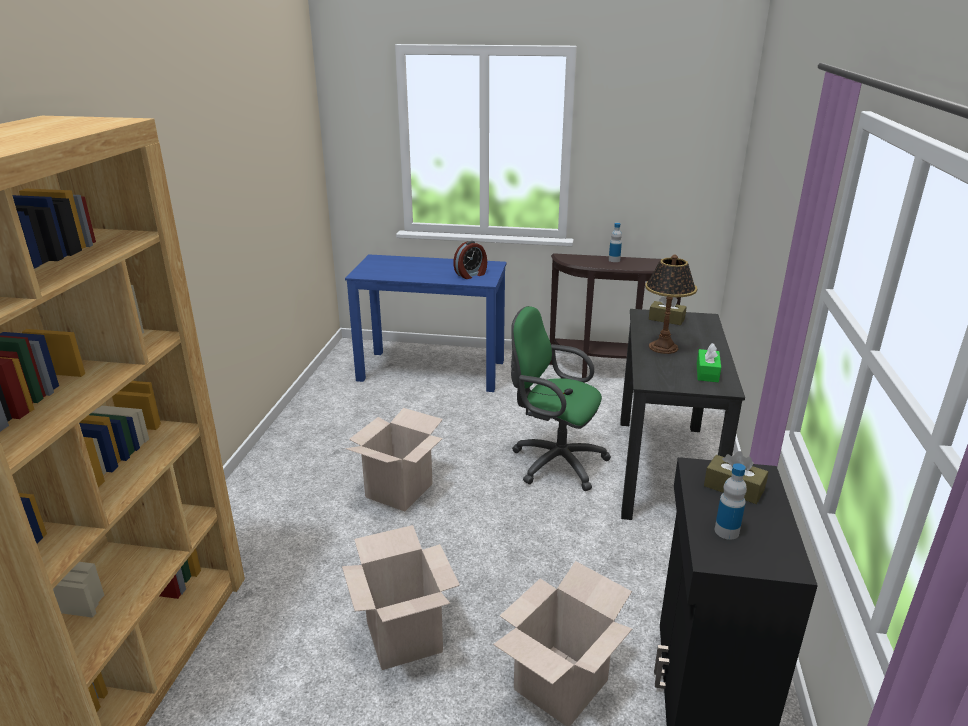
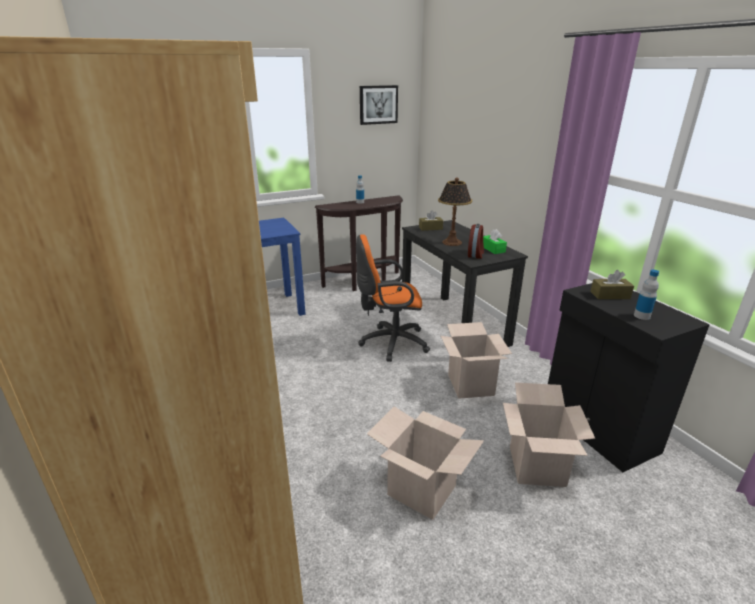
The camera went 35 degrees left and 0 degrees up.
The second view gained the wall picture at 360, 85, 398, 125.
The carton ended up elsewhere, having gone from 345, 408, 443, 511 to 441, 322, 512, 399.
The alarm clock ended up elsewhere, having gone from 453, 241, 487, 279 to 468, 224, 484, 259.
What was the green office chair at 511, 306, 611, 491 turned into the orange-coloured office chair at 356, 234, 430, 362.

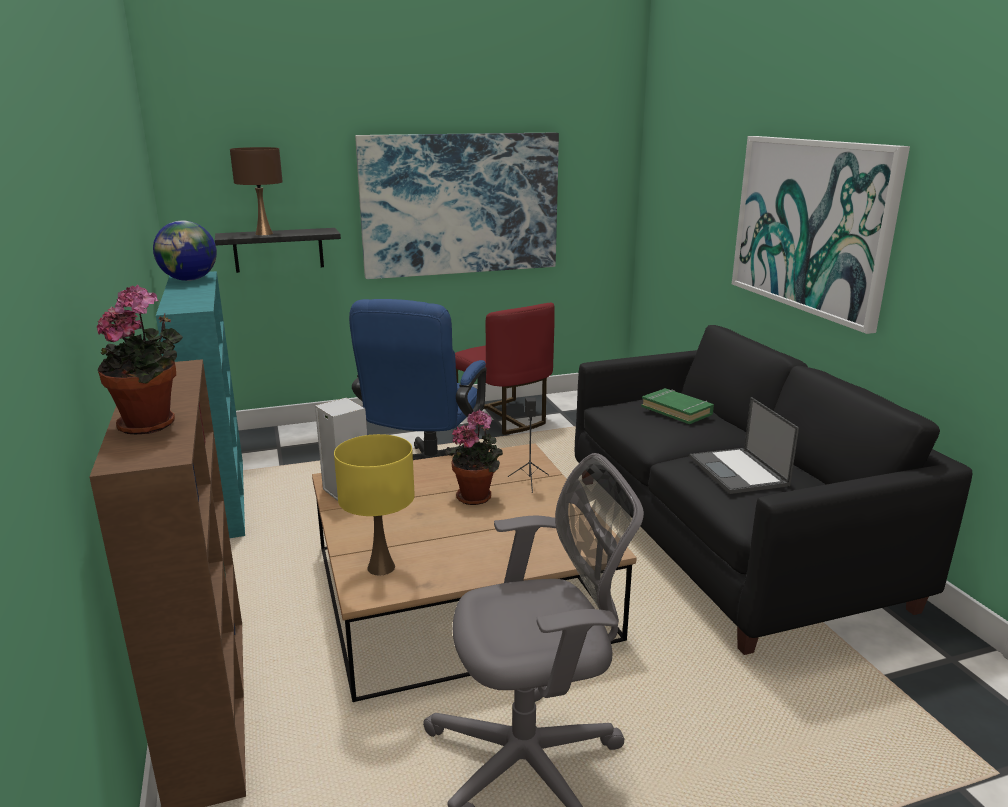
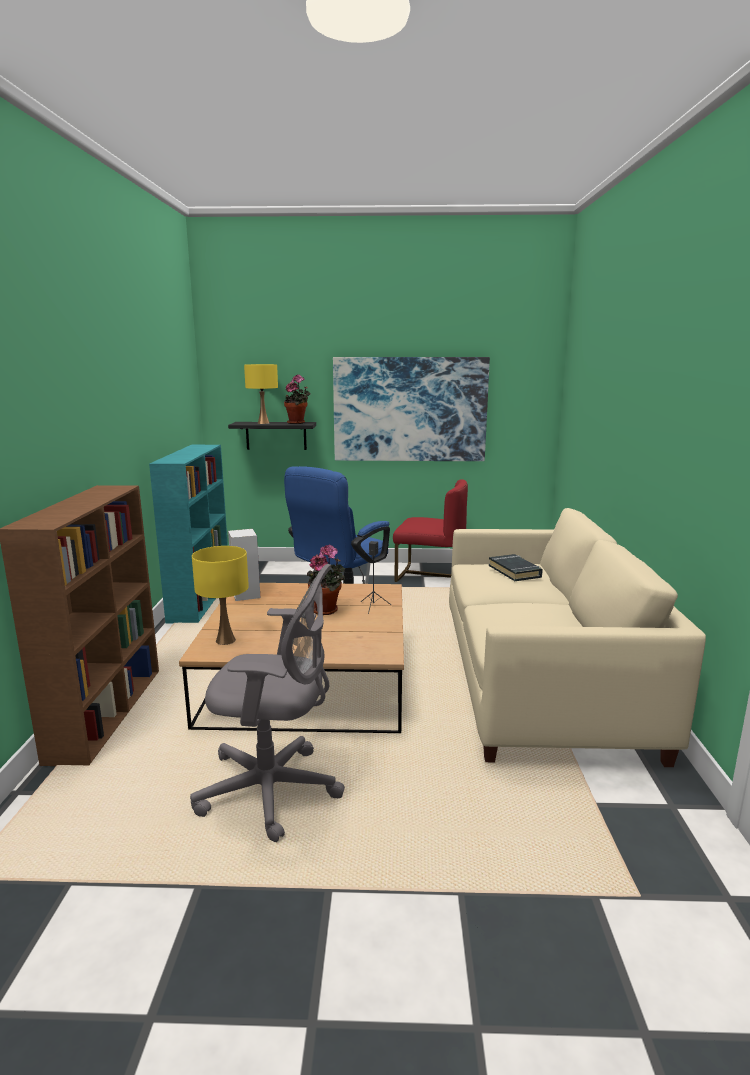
The camera went 20 degrees right and 5 degrees down.
The second view lost the world globe at 153, 221, 217, 281.
The second view lost the notebook computer at 689, 397, 799, 494.
The second view lost the wall picture at 732, 136, 910, 334.
The houseplant ended up elsewhere, having gone from 97, 285, 183, 434 to 284, 374, 310, 424.
What was the brown tabletop lamp at 230, 147, 283, 236 turned into the yellowish tabletop lamp at 244, 364, 278, 424.
What was the black sofa at 575, 325, 973, 655 turned into the beige sofa at 449, 508, 706, 767.
What was the green volume at 641, 388, 714, 424 turned into the black volume at 489, 554, 543, 581.
The reddish plain chair at 455, 303, 555, 435 ended up facing another way, 60 degrees counterclockwise from before.

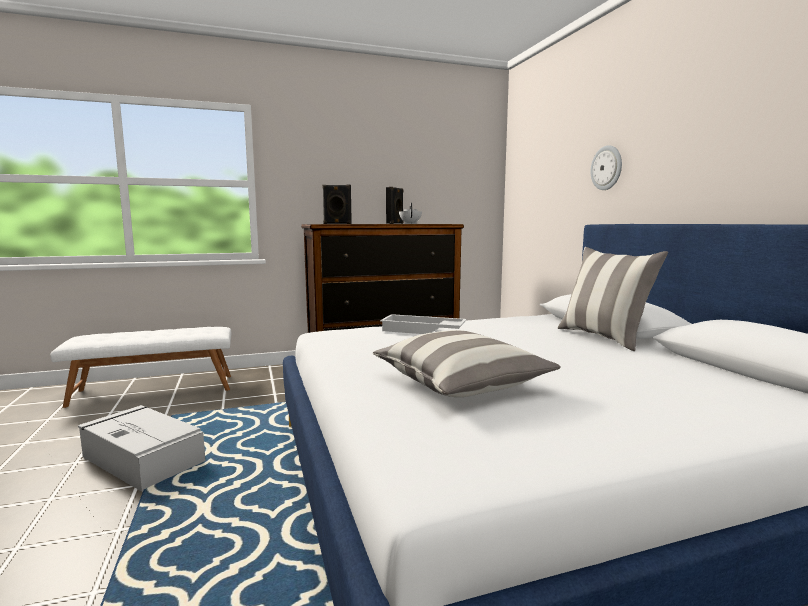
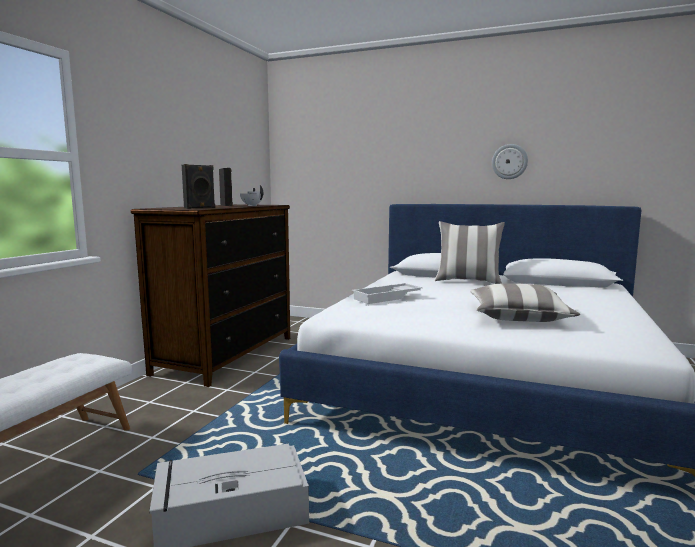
The camera went 50 degrees left and 0 degrees up.
The wall clock ended up elsewhere, having gone from 591, 145, 622, 190 to 492, 144, 528, 179.

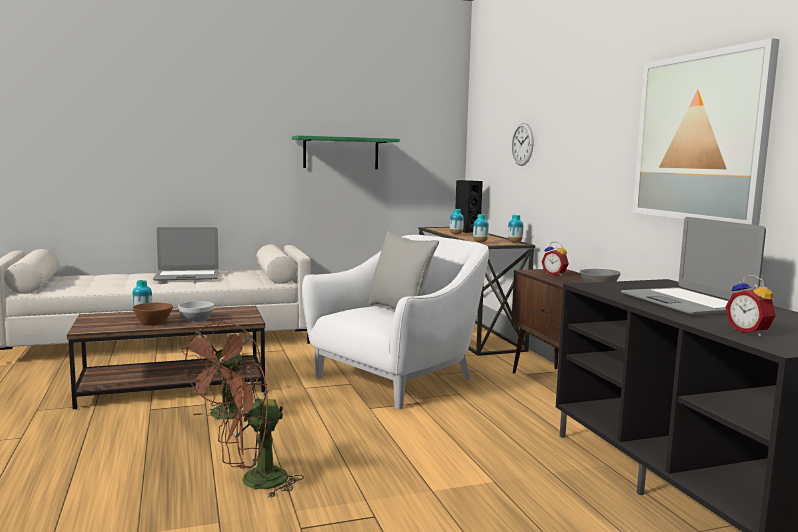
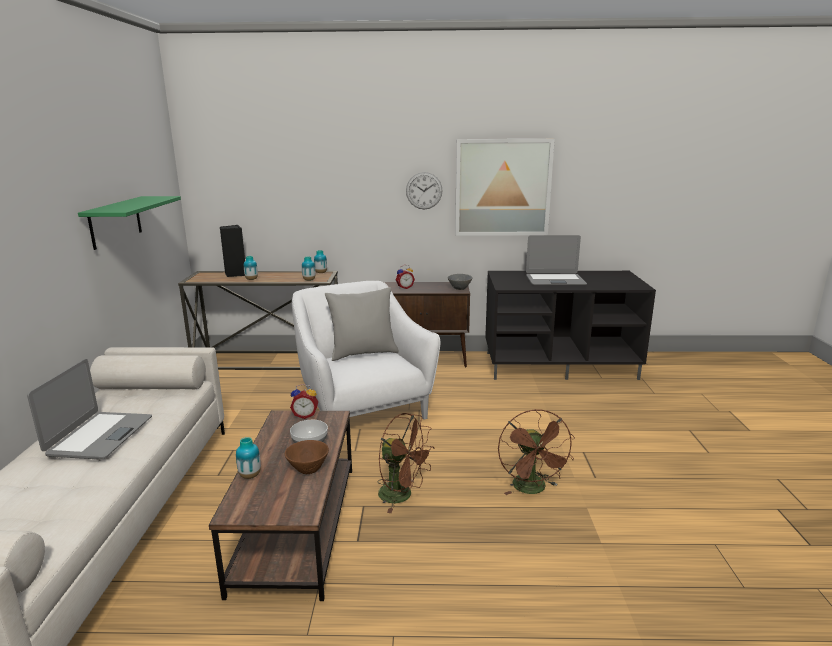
The camera went 70 degrees left and 10 degrees up.
The wall clock ended up elsewhere, having gone from 512, 123, 534, 166 to 406, 172, 442, 209.
The alarm clock ended up elsewhere, having gone from 725, 275, 776, 336 to 290, 384, 318, 419.

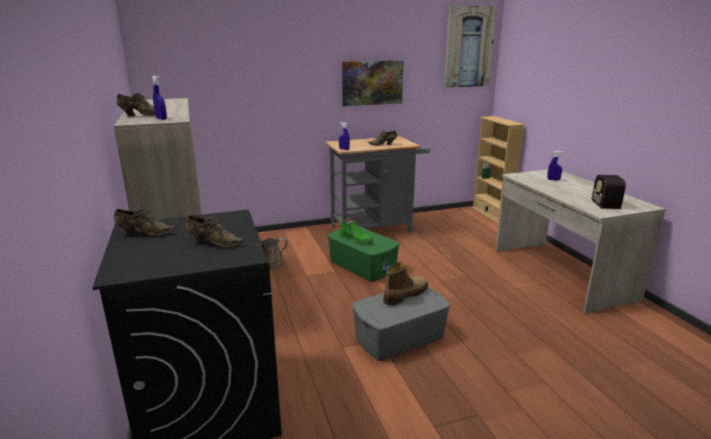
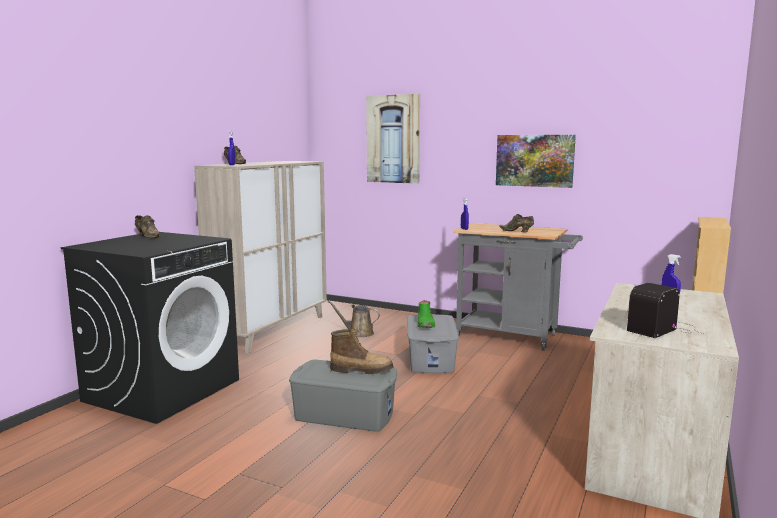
The camera went 45 degrees right and 10 degrees down.
The second view lost the brown shoe at 186, 215, 243, 247.
The wall picture ended up elsewhere, having gone from 444, 5, 497, 88 to 366, 94, 420, 184.
What was the green storage box at 327, 226, 400, 282 turned into the grey storage box at 407, 314, 459, 373.

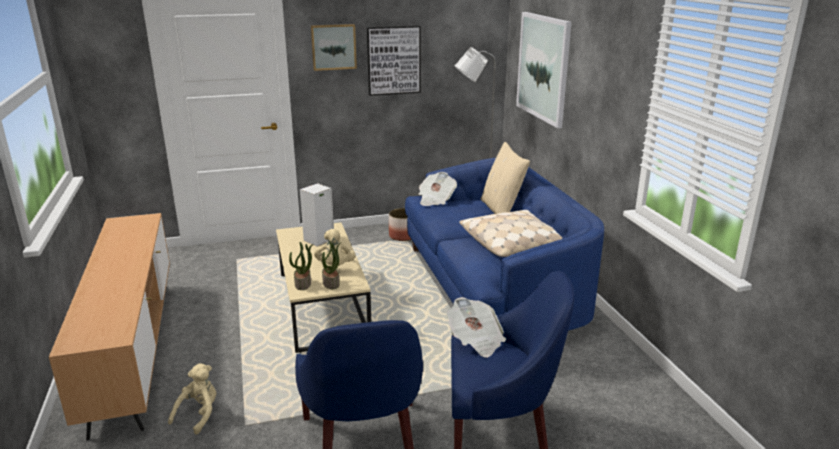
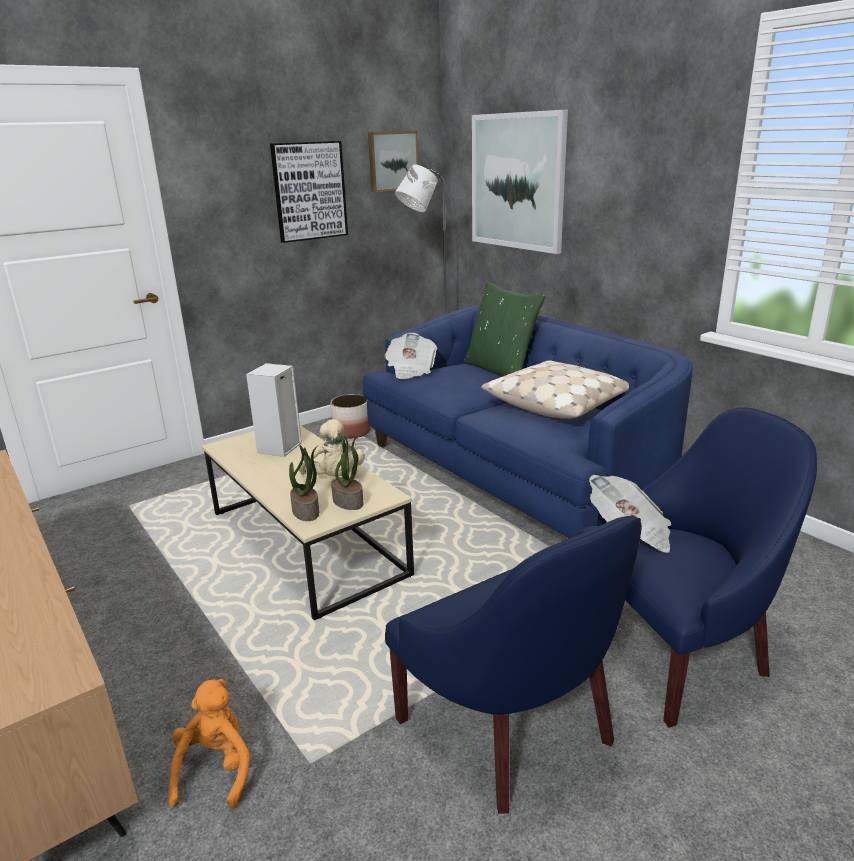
The camera went 20 degrees left and 0 degrees up.
The wall picture ended up elsewhere, having gone from 311, 24, 357, 71 to 368, 131, 419, 192.
What was the beige cuddly toy at 168, 364, 217, 435 turned into the orange-coloured cuddly toy at 168, 679, 250, 809.
What was the beige pillow at 481, 142, 530, 214 turned into the green pillow at 463, 282, 545, 376.

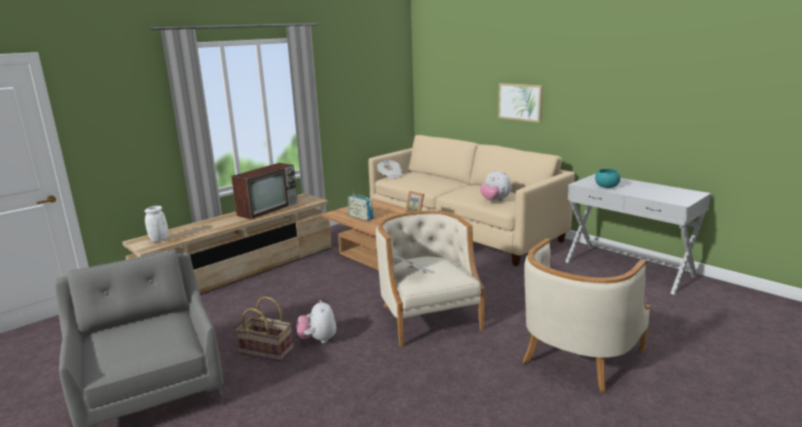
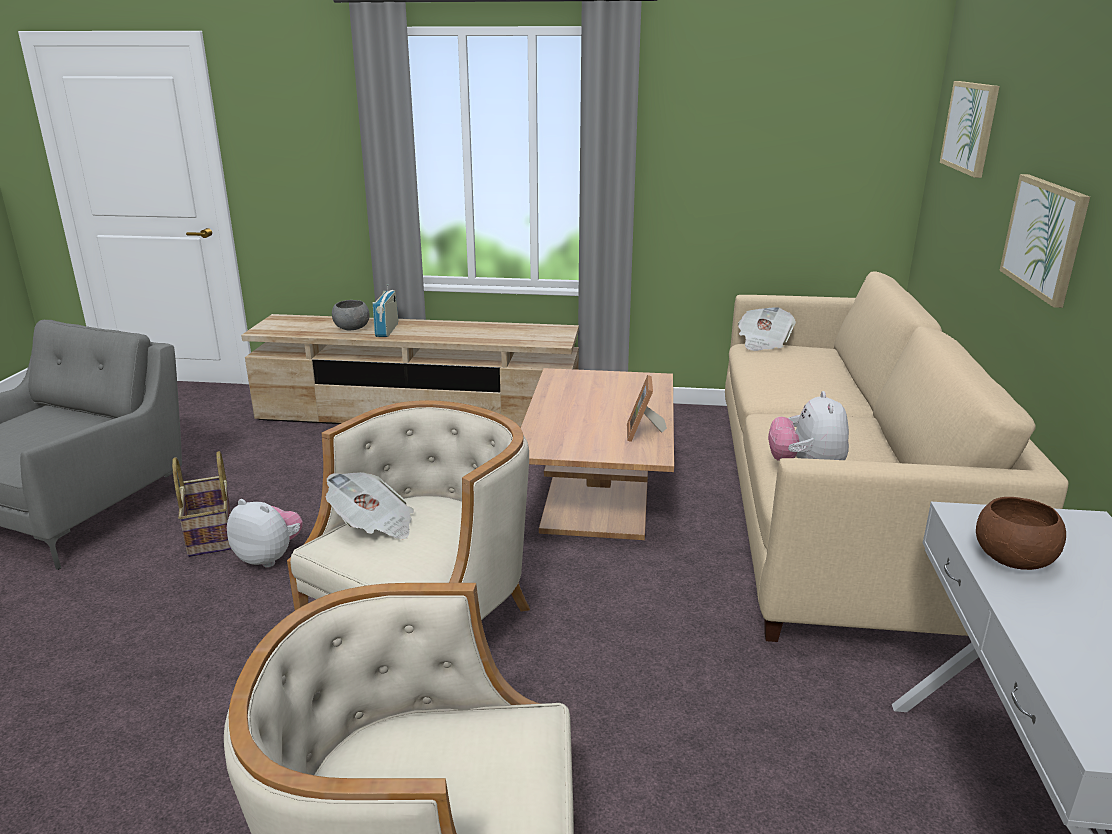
The camera went 50 degrees right and 5 degrees up.
The second view lost the white flower vase at 144, 206, 168, 242.
The second view lost the television at 231, 163, 298, 220.
The second view gained the grey bowl at 332, 300, 370, 330.
The second view gained the wall picture at 940, 81, 1000, 178.
The radio receiver ended up elsewhere, having gone from 348, 192, 374, 221 to 372, 284, 398, 337.
What was the turquoise-coloured bowl at 595, 169, 621, 188 turned into the brown bowl at 976, 497, 1066, 570.
The cuddly toy at 296, 300, 336, 343 ended up facing another way, 75 degrees clockwise from before.

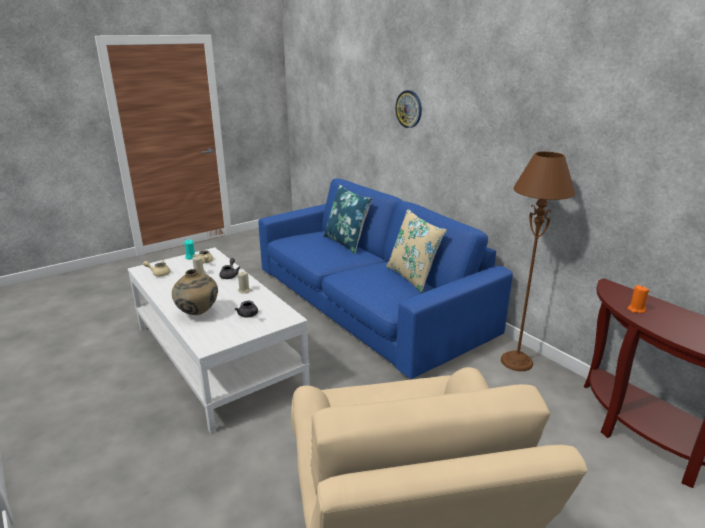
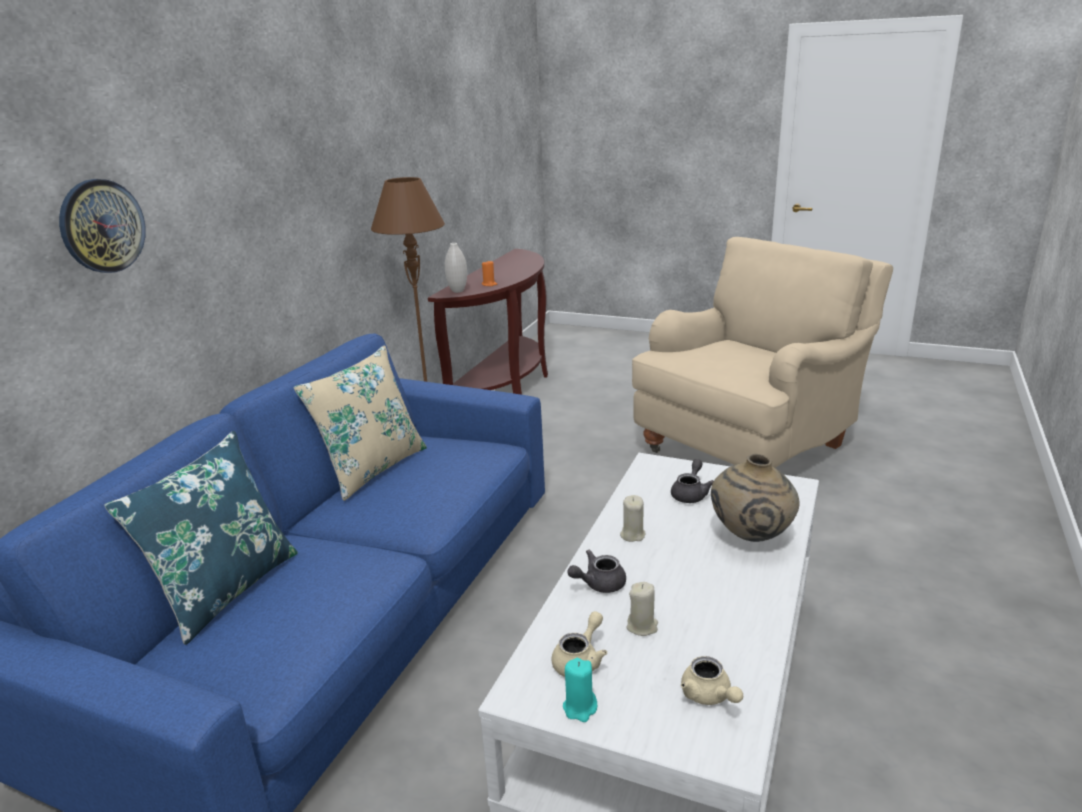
The camera went 120 degrees left and 0 degrees up.
The second view gained the white flower vase at 445, 243, 467, 293.

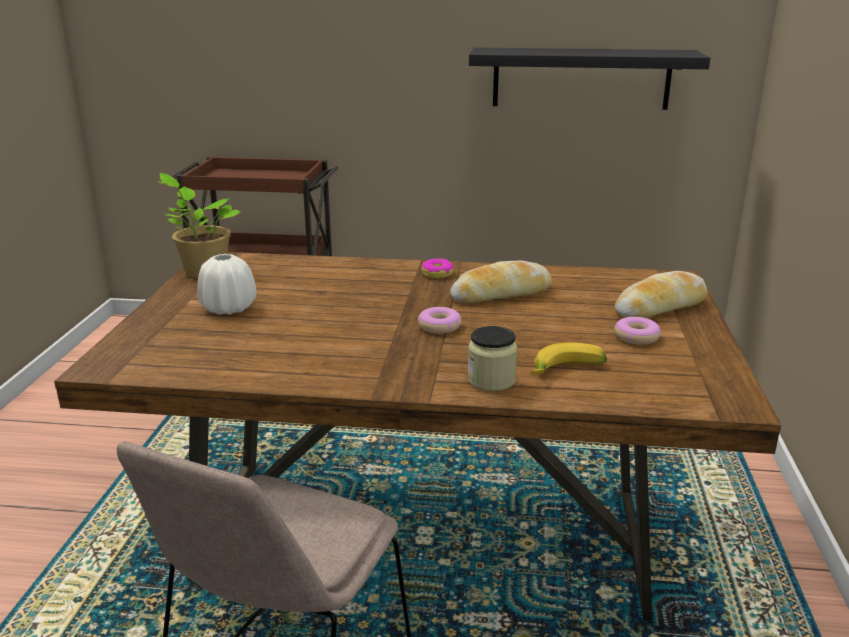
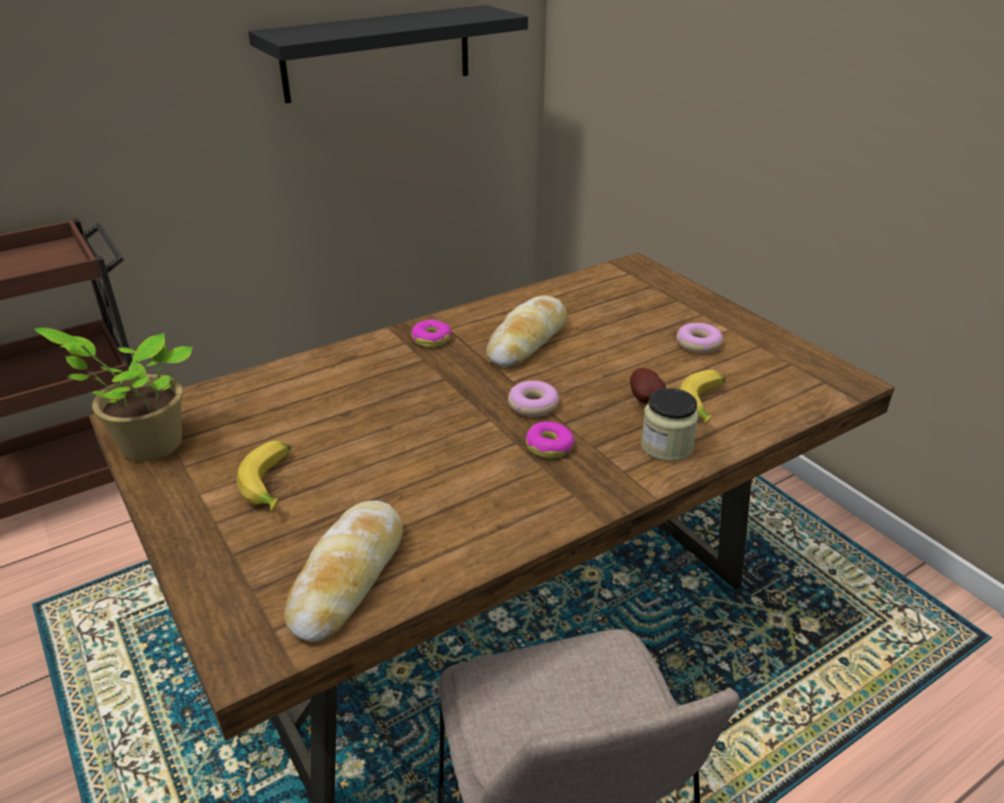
The camera went 40 degrees left and 10 degrees up.
The second view gained the ring doughnut at 526, 421, 575, 458.
The second view gained the potato at 630, 368, 666, 404.
The bread ended up elsewhere, having gone from 615, 271, 707, 318 to 284, 501, 403, 642.
Where the white flower vase stood at 197, 254, 257, 315, the banana fruit came to stand at 237, 441, 291, 513.

